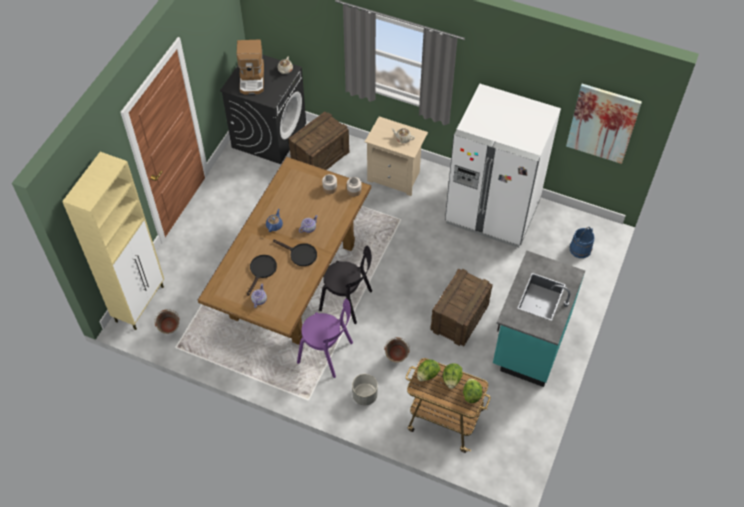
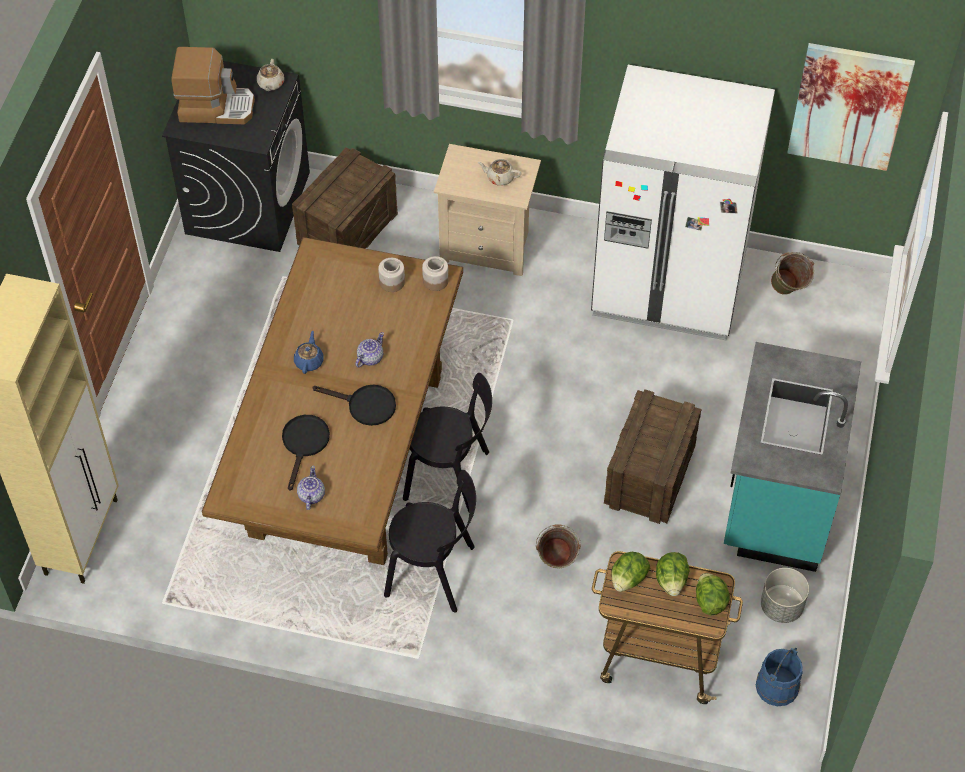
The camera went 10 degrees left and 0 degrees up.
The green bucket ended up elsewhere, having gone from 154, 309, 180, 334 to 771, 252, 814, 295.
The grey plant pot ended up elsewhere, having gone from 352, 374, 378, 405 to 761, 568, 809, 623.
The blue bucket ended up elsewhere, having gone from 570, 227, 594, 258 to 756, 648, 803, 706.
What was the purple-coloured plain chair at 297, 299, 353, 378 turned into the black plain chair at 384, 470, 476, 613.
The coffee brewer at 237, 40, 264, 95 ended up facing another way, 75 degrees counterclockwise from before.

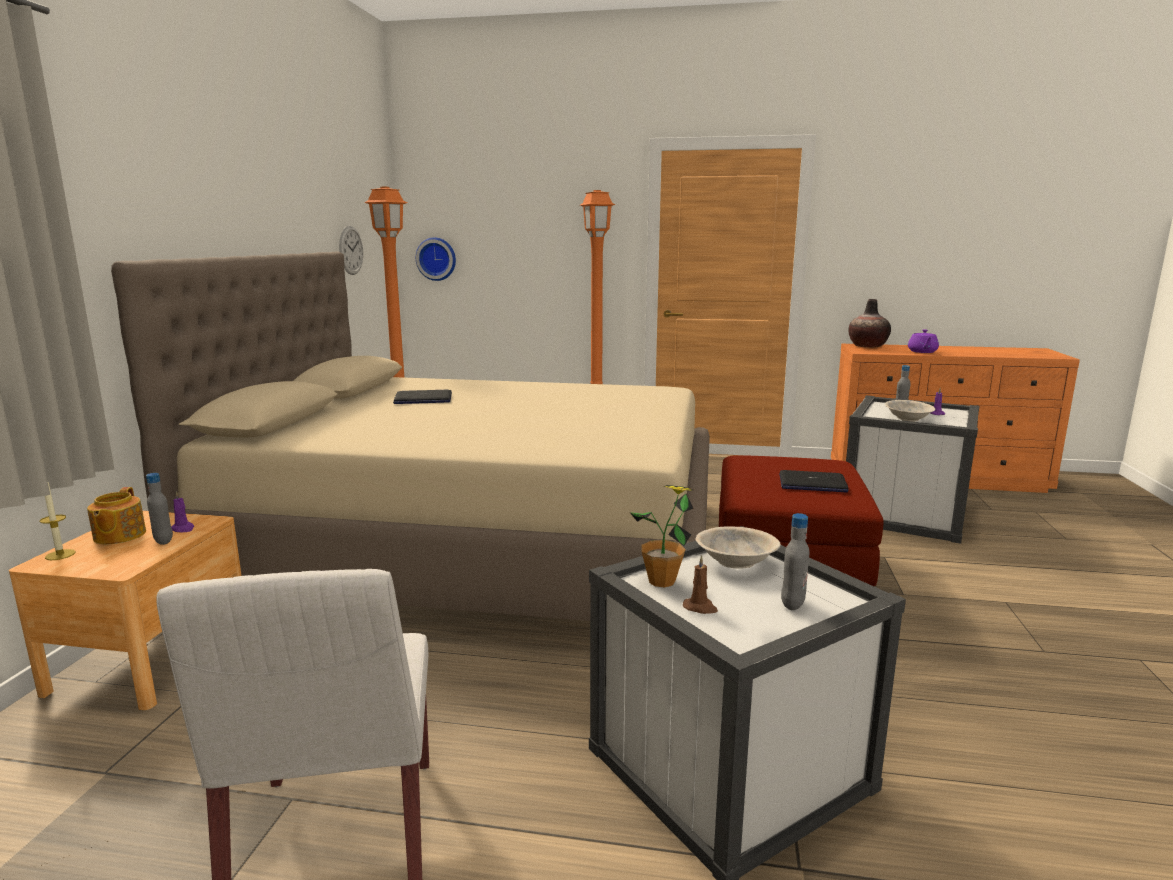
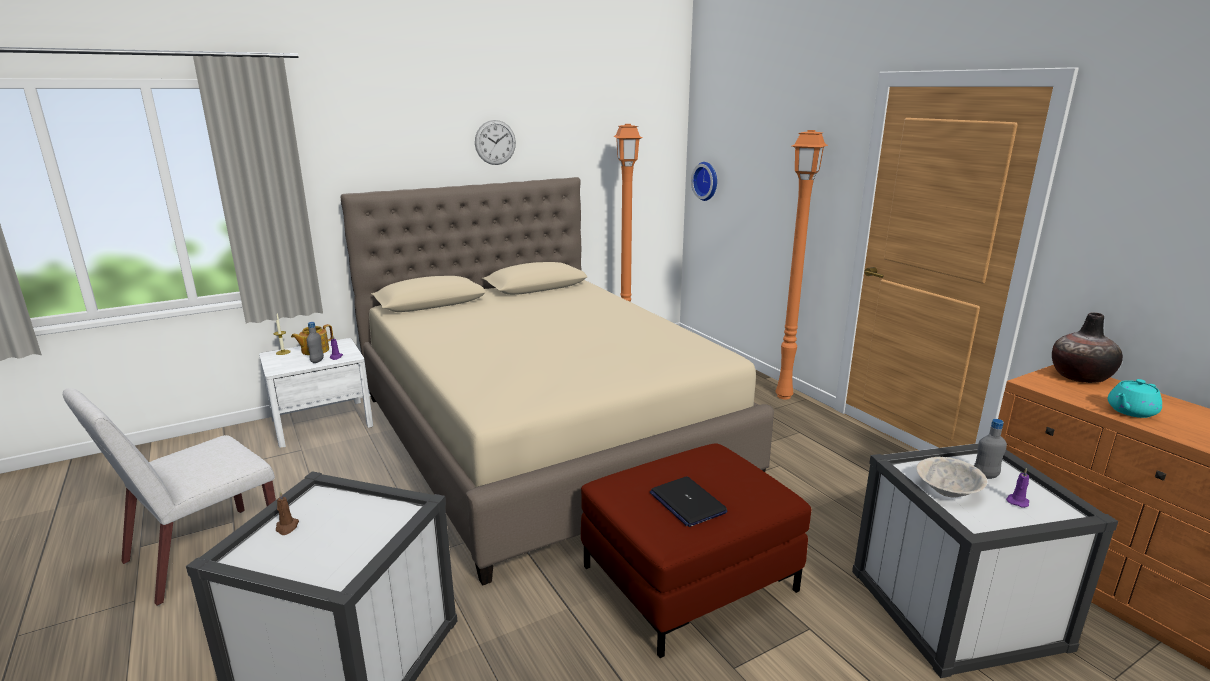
The camera went 50 degrees right and 5 degrees up.
The second view lost the notebook computer at 393, 390, 452, 404.
The second view lost the houseplant at 630, 485, 694, 588.
The second view lost the beige bowl at 696, 527, 781, 569.
The second view lost the grey beverage bottle at 781, 513, 809, 610.
The wall clock ended up elsewhere, having gone from 339, 226, 363, 275 to 475, 120, 516, 165.
What was the brown night table at 9, 510, 242, 710 turned into the white night table at 259, 338, 373, 448.
What was the purple-coloured pot for tea at 908, 329, 939, 353 turned into the turquoise-coloured pot for tea at 1108, 379, 1162, 418.

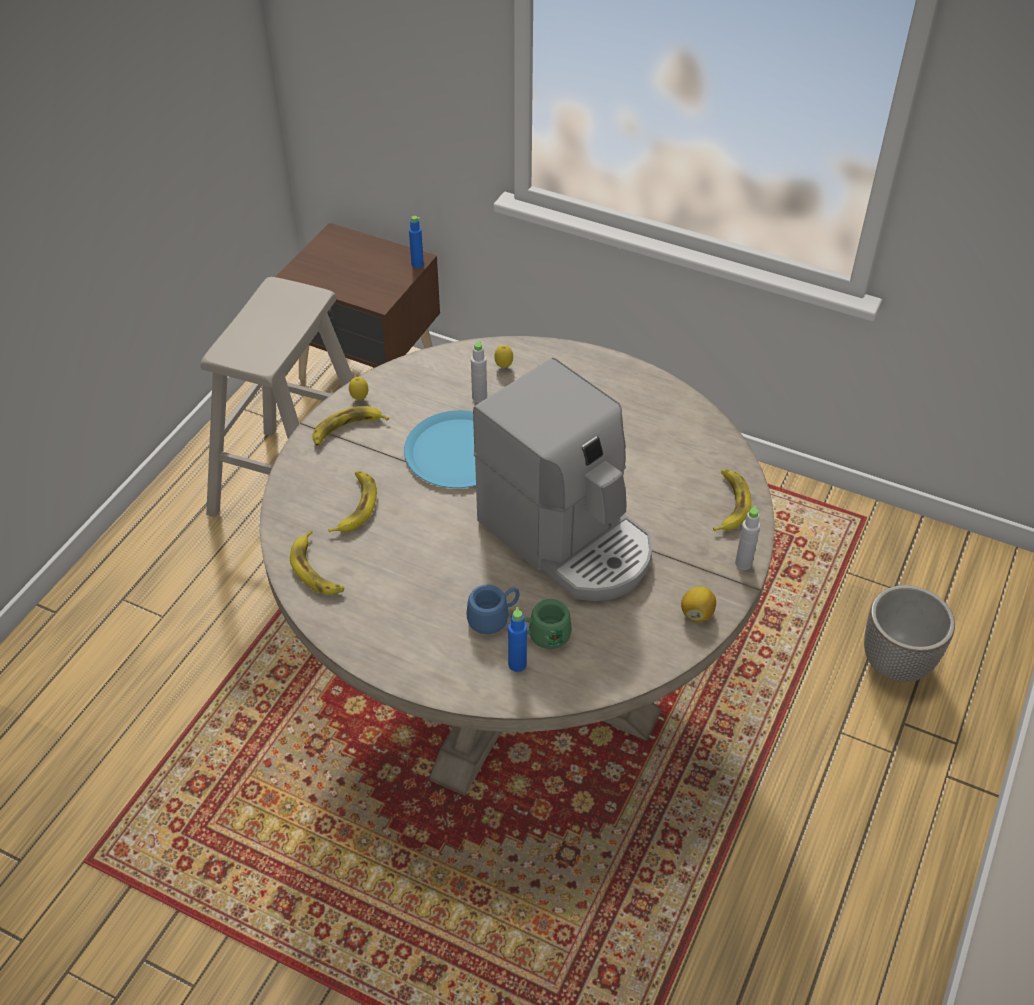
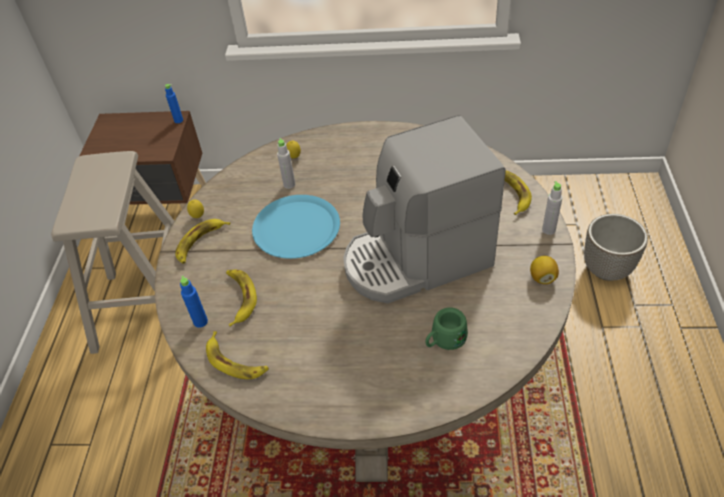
The camera went 20 degrees left and 0 degrees up.
The second view lost the blue mug at 466, 584, 519, 634.
The blue beverage bottle ended up elsewhere, having gone from 508, 607, 527, 672 to 180, 276, 208, 328.
The coffee brewer at 473, 358, 652, 601 ended up facing another way, 135 degrees clockwise from before.

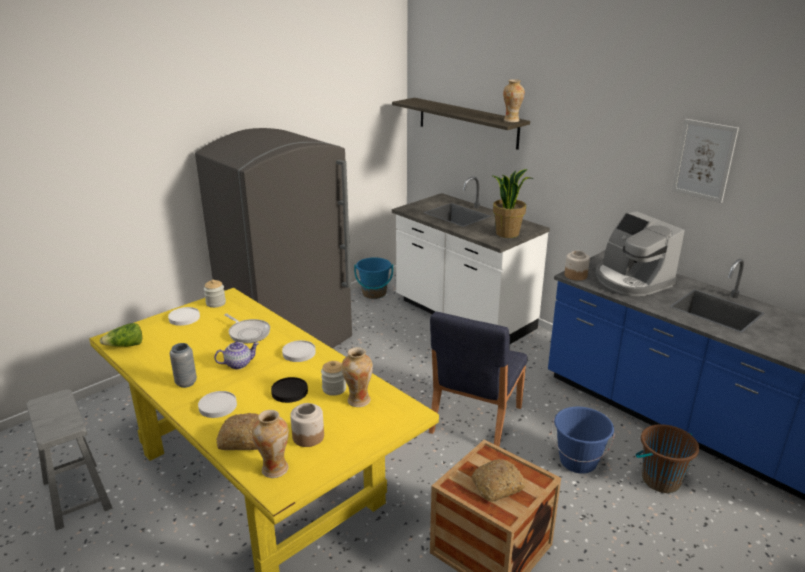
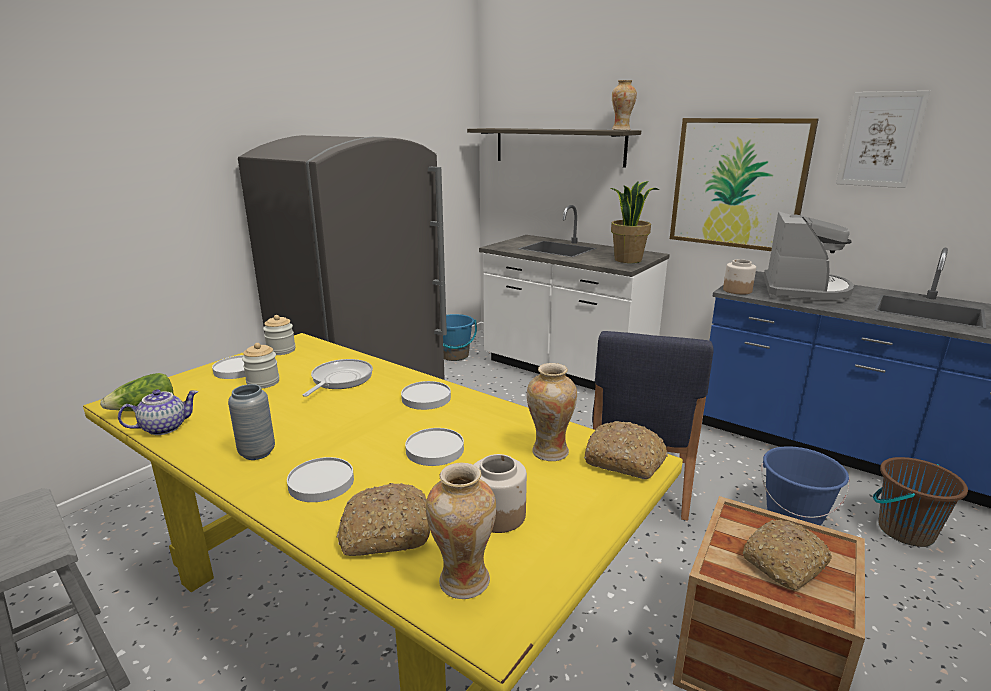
The camera went 10 degrees left and 5 degrees down.
The second view gained the bread at 584, 421, 668, 480.
The second view gained the wall picture at 670, 118, 819, 251.
The pot for tea ended up elsewhere, having gone from 214, 342, 259, 369 to 118, 389, 198, 435.
The preserve jar ended up elsewhere, having gone from 321, 361, 346, 396 to 242, 343, 279, 389.
What was the black plate at 271, 377, 308, 403 turned into the white plate at 405, 428, 464, 466.
The skillet at 224, 314, 270, 343 ended up facing another way, 105 degrees counterclockwise from before.
The coffee brewer at 595, 211, 685, 296 ended up facing another way, 120 degrees counterclockwise from before.

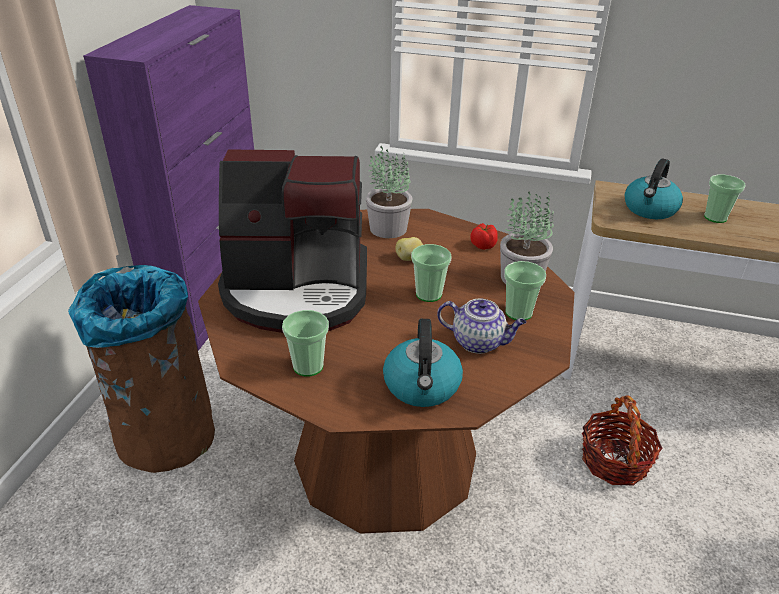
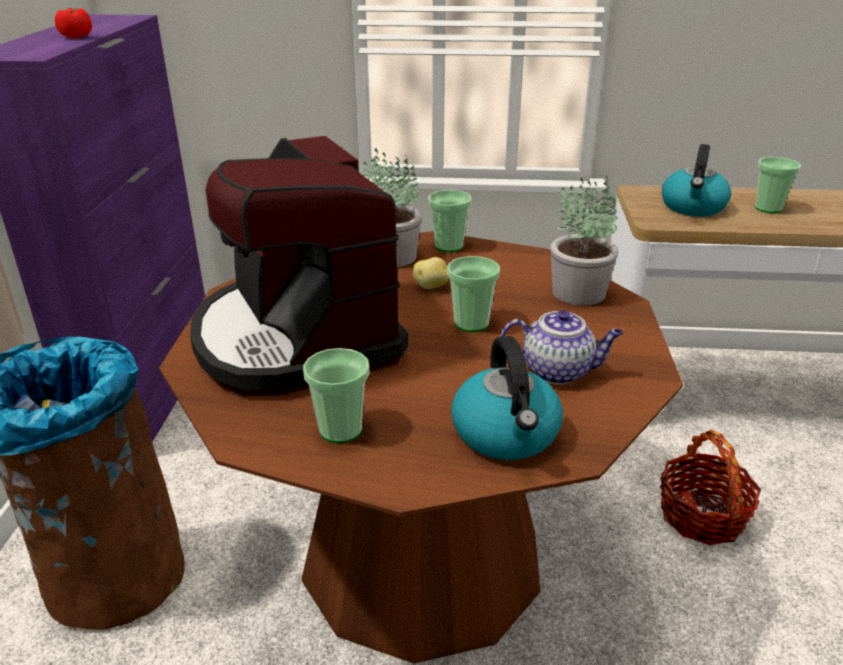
The camera went 10 degrees left and 5 degrees down.
The tomato ended up elsewhere, having gone from 470, 223, 498, 250 to 55, 8, 92, 39.
The cup ended up elsewhere, having gone from 504, 261, 546, 320 to 428, 190, 472, 252.
The coffee brewer at 218, 149, 367, 333 ended up facing another way, 75 degrees clockwise from before.

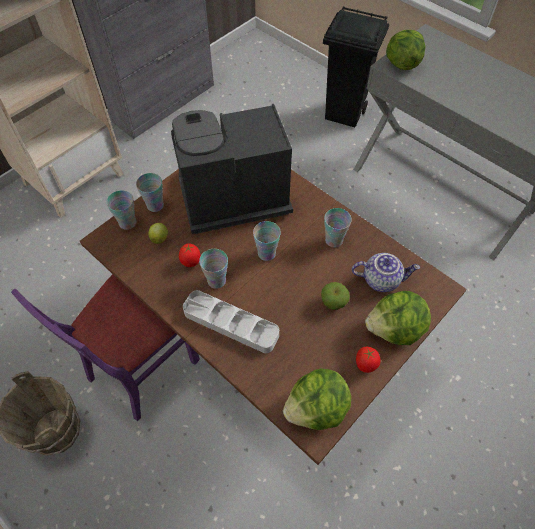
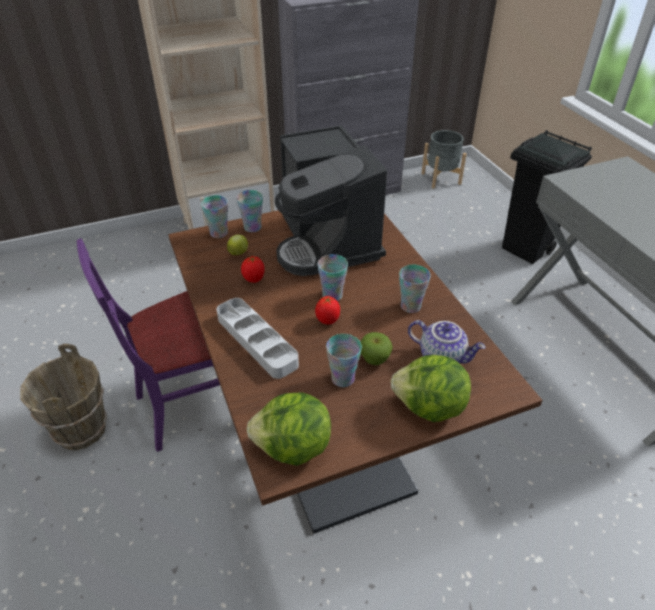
The camera went 25 degrees right and 15 degrees down.
The second view lost the lettuce at 386, 29, 425, 70.
The second view gained the grey plant pot at 421, 130, 467, 189.
The cup ended up elsewhere, having gone from 199, 249, 228, 289 to 326, 334, 362, 387.
The tomato ended up elsewhere, having gone from 356, 347, 381, 373 to 315, 296, 340, 325.
The coffee brewer at 171, 104, 293, 234 ended up facing another way, 120 degrees counterclockwise from before.

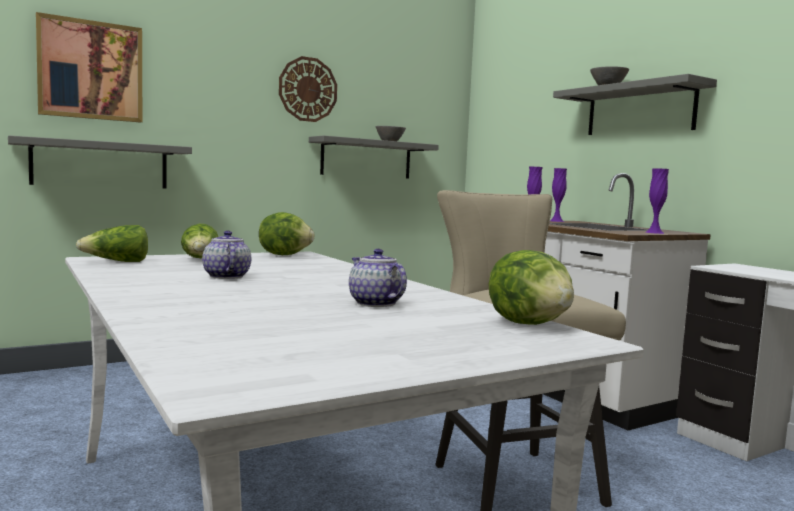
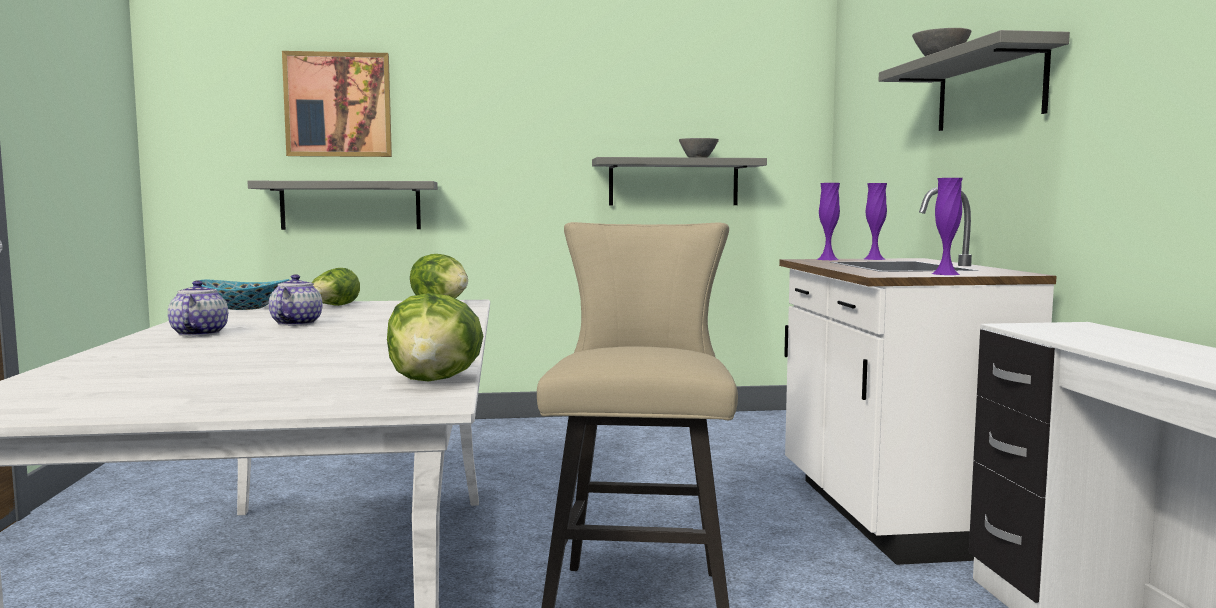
The camera went 25 degrees right and 0 degrees up.
The second view lost the wall clock at 279, 56, 337, 122.
The pot for tea ended up elsewhere, having gone from 349, 249, 407, 307 to 168, 280, 228, 336.
Where the lettuce stood at 76, 225, 148, 262, the bowl came to stand at 198, 279, 290, 310.

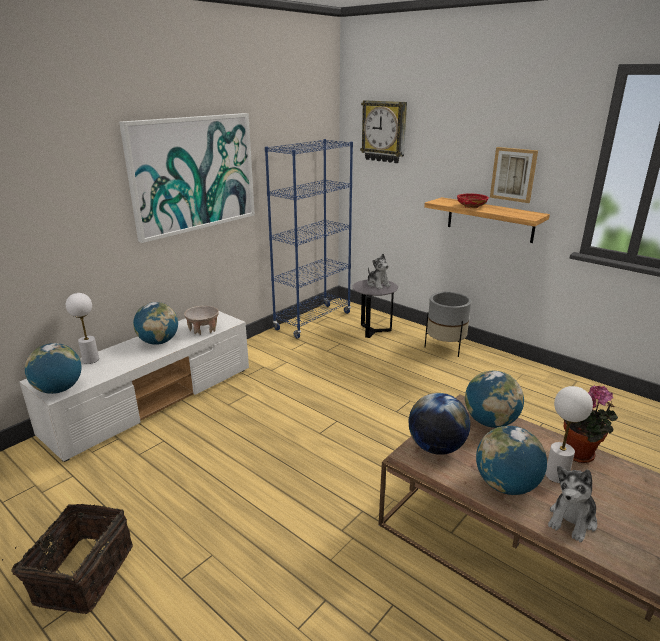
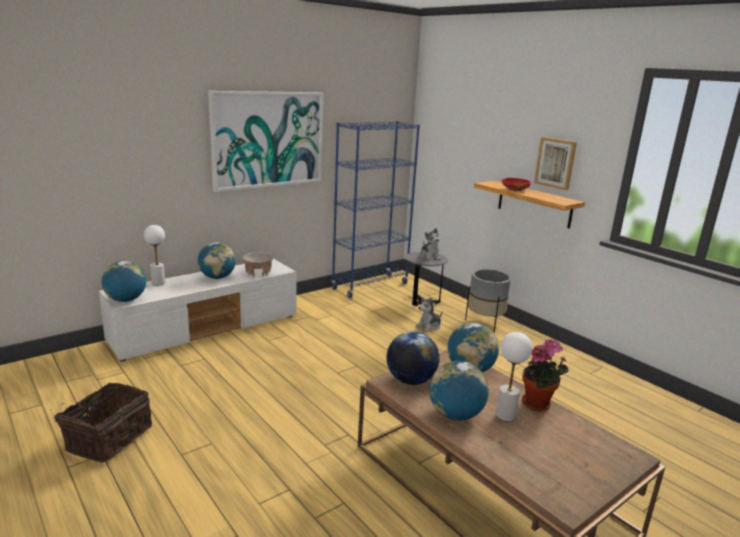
The camera went 10 degrees right and 5 degrees down.
The second view lost the wall clock at 360, 100, 407, 163.
The cuddly toy ended up elsewhere, having gone from 548, 466, 597, 542 to 416, 297, 443, 332.

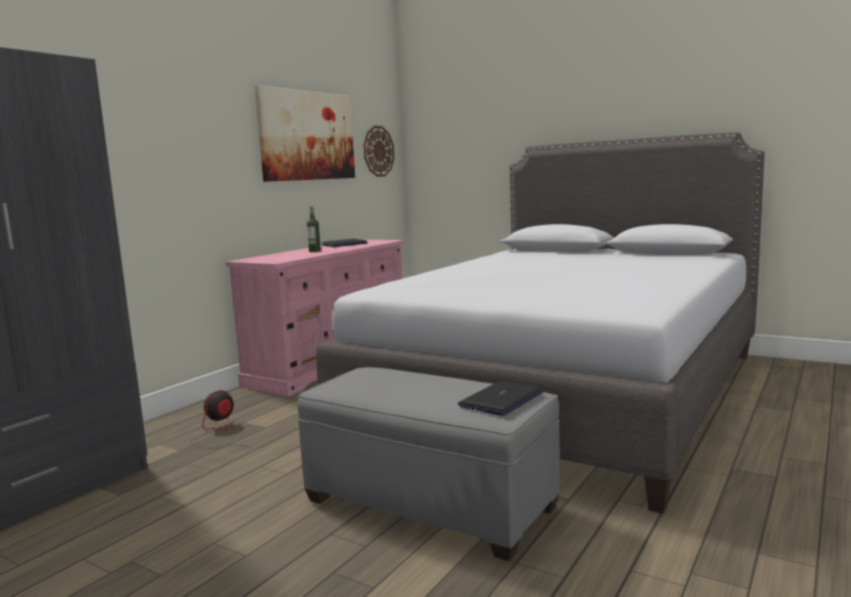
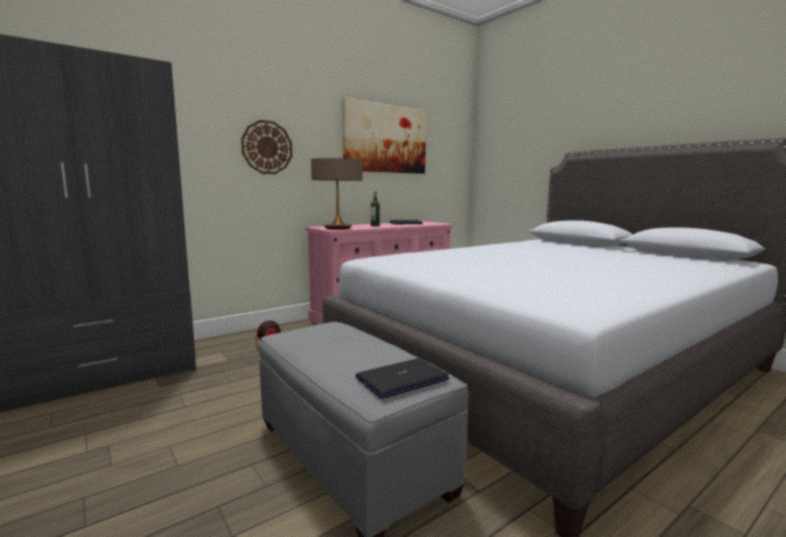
The camera went 20 degrees right and 0 degrees up.
The second view gained the tabletop lamp at 311, 158, 363, 230.
The wall clock ended up elsewhere, having gone from 364, 126, 394, 177 to 241, 120, 292, 174.

